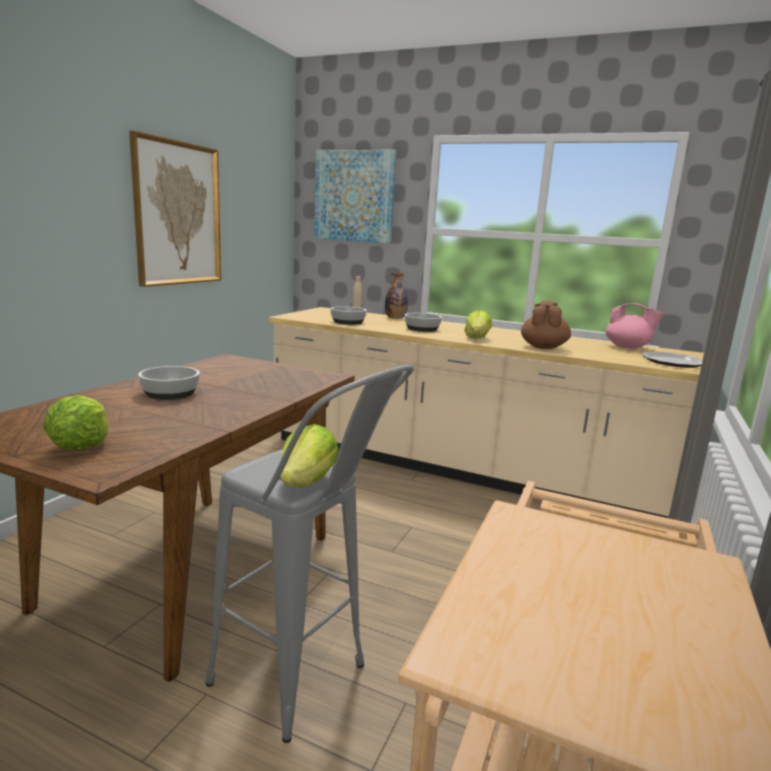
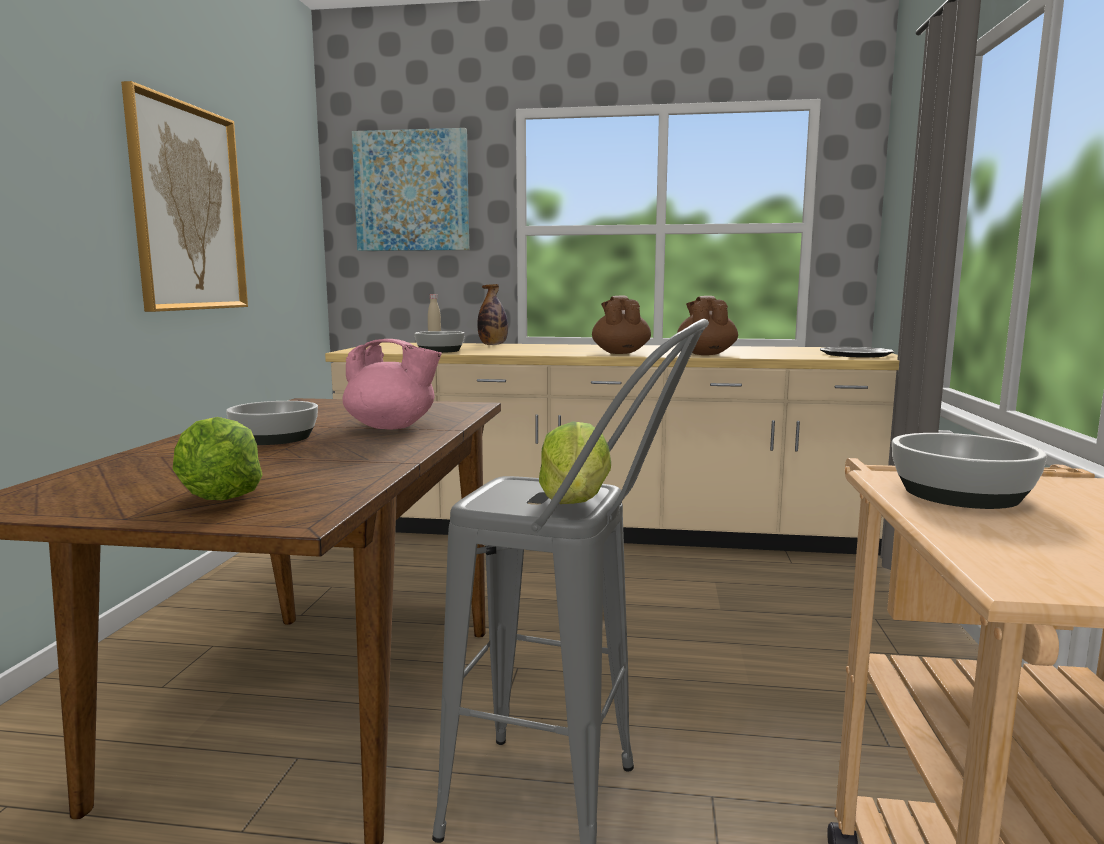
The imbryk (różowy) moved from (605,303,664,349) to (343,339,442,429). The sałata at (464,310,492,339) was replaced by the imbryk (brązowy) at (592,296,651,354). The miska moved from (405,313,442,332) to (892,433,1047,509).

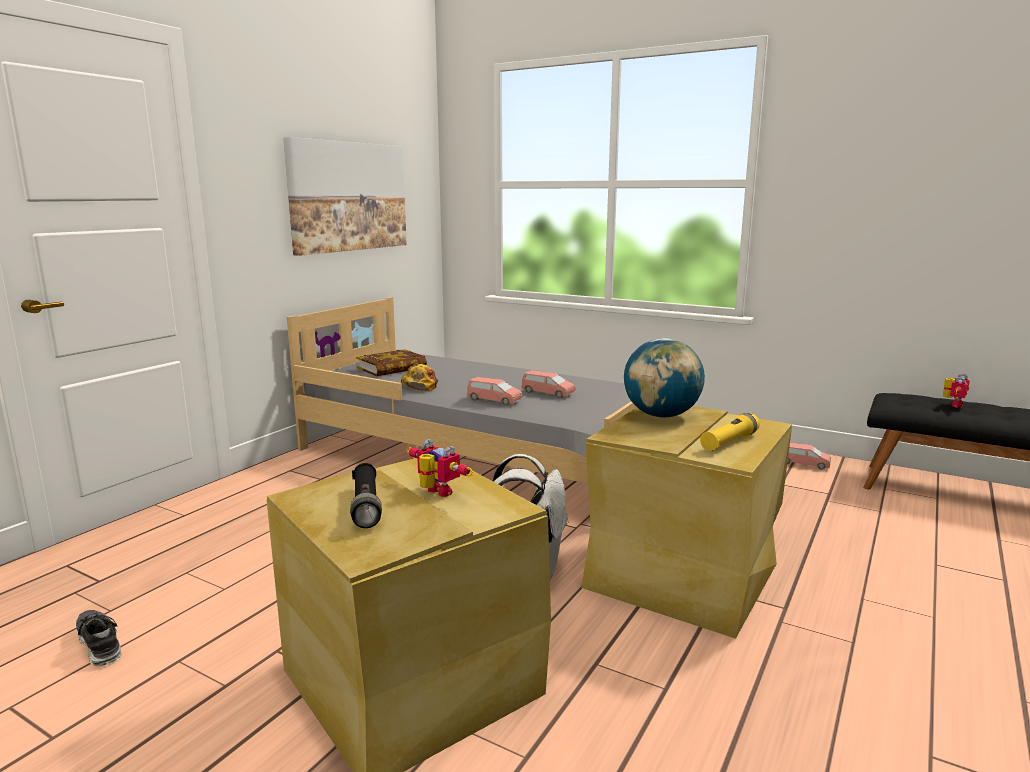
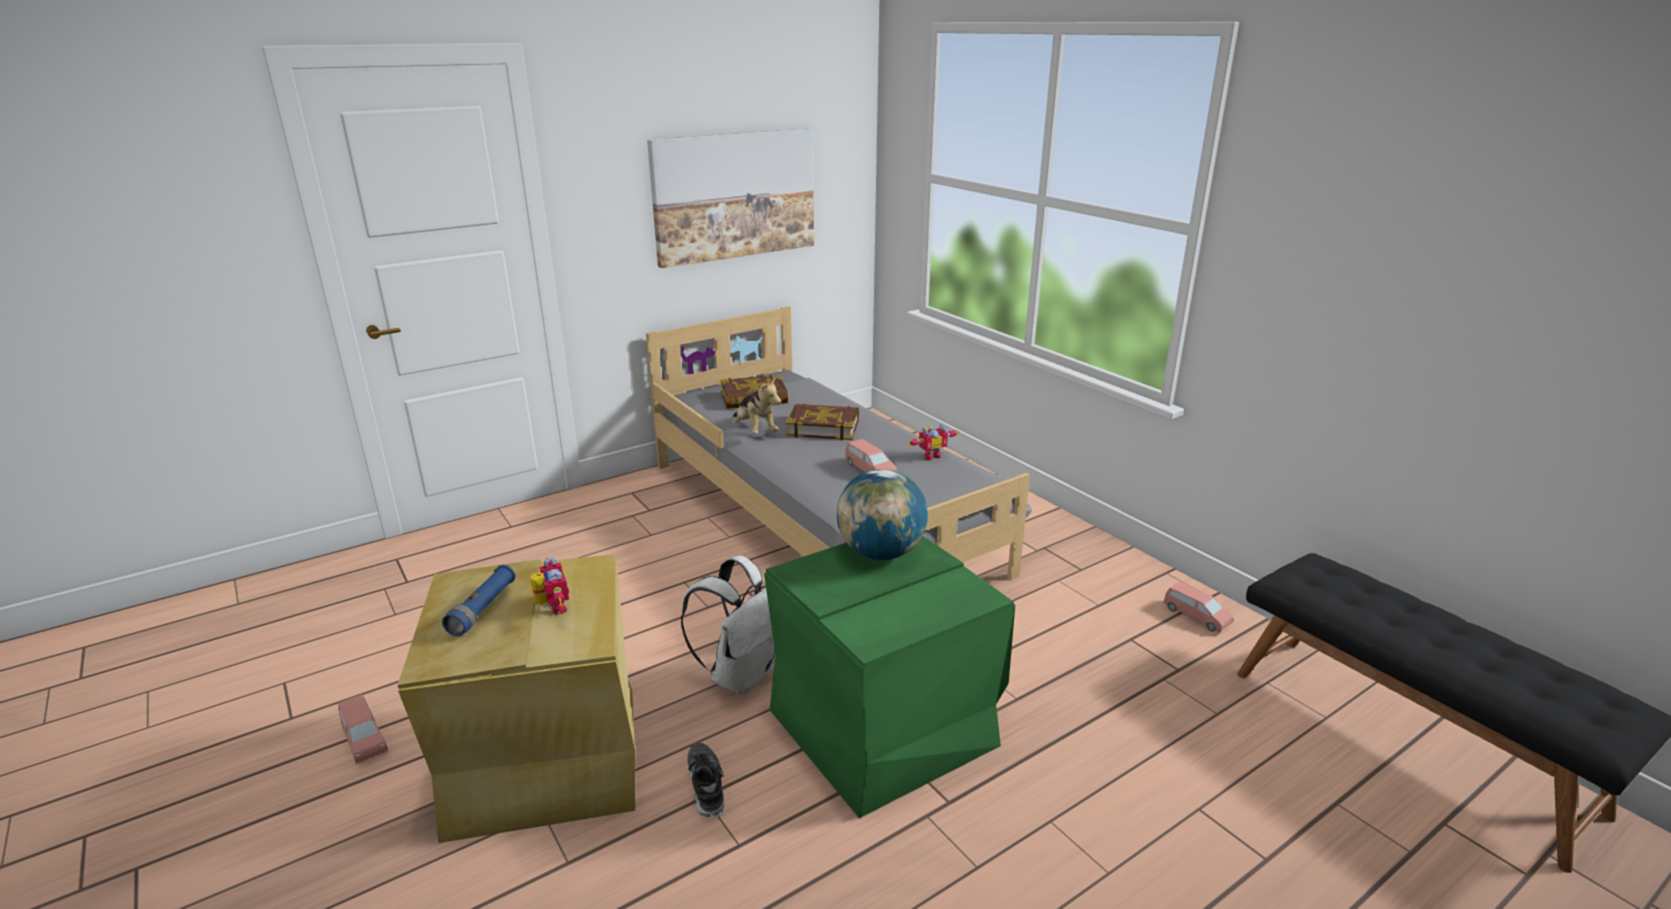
The samochodzik (różowy) moved from (467,377,523,406) to (338,694,388,764). The latarka (czarny) at (350,463,382,528) became the latarka (niebieski) at (442,565,516,636). The but moved from (76,610,122,666) to (687,743,725,818). The czapka z daszkiem at (401,364,438,391) was replaced by the pluszak at (733,377,781,434). The pojemnik do przechowywania (beżowy) at (581,406,792,639) became the pojemnik do przechowywania (zielony) at (764,536,1015,818). The książka at (785,404,859,440) appeared. The robot zabawkowy moved from (943,373,970,408) to (907,424,959,460). The latarka (żółty) at (700,413,760,451) disappeared.

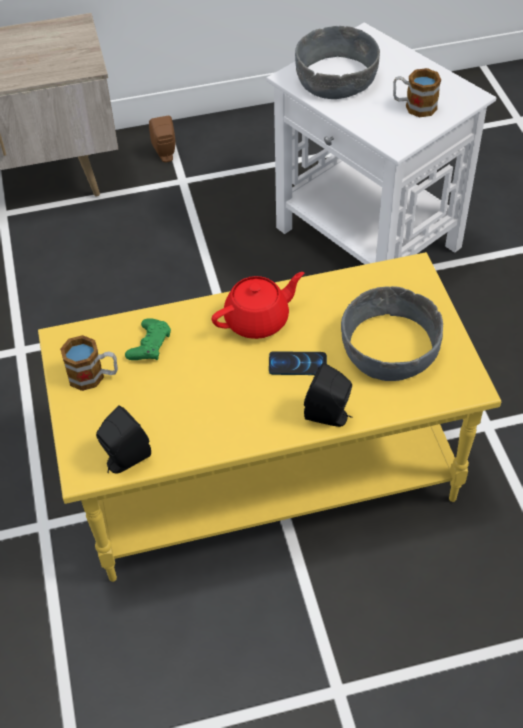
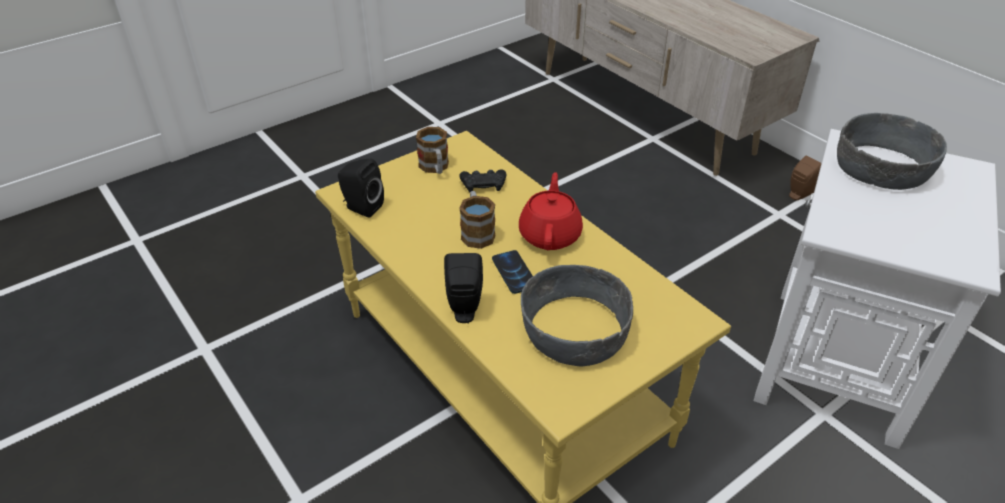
The kubek moved from (393,68,441,117) to (459,191,496,249). The pad do gier (zielony) at (125,318,171,360) became the pad do gier (czarny) at (460,169,506,193). The imbryk (czerwony) at (212,272,304,339) turned 120 degrees counterclockwise.

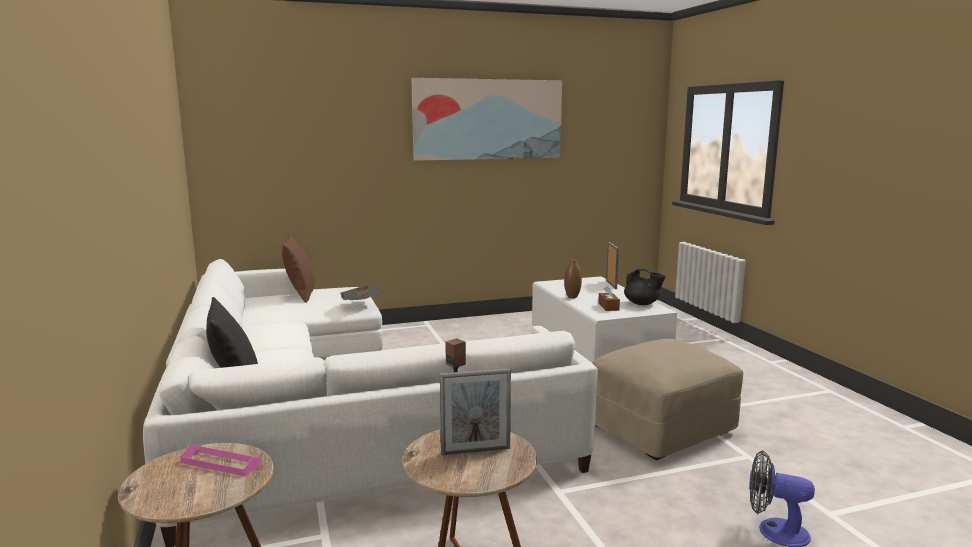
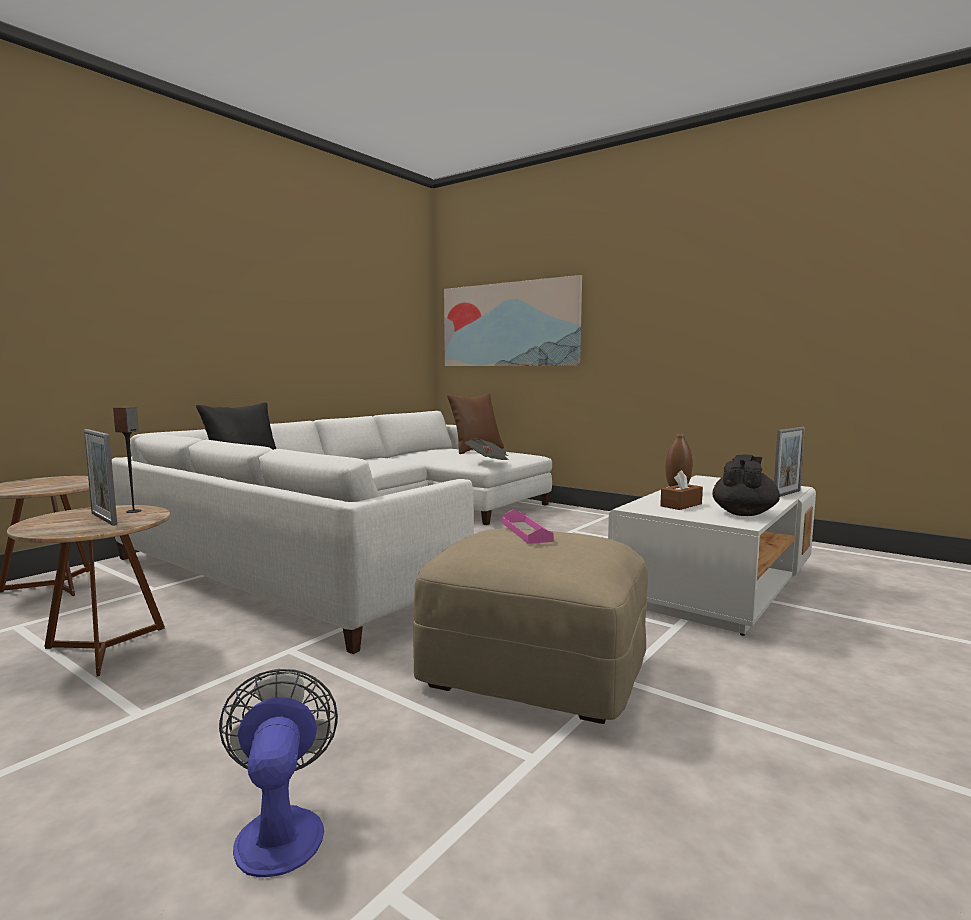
The obraz moved from (411,78,562,161) to (444,275,582,366). The taca (różowy) moved from (180,445,261,476) to (502,509,554,544). The imbryk (czarny) at (624,268,666,305) turned 150 degrees counterclockwise.

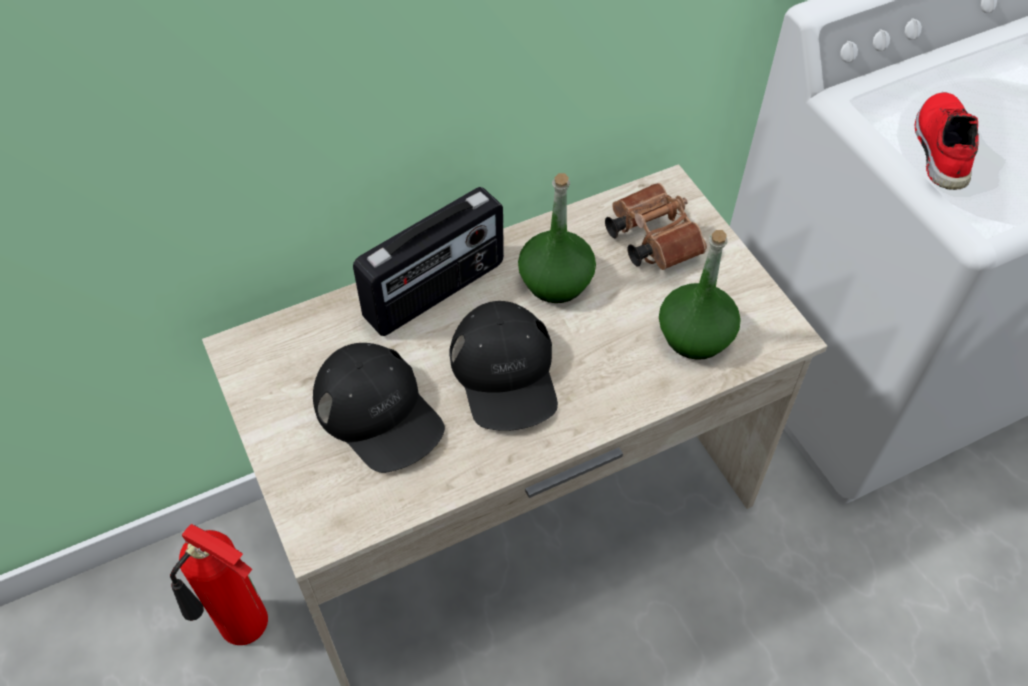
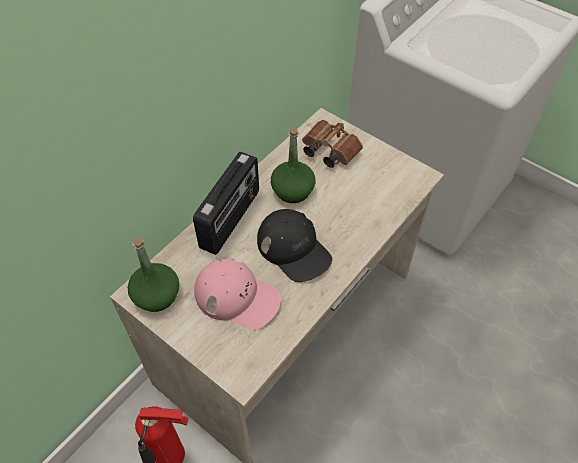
The butelka (zielony) moved from (659,230,741,360) to (128,237,179,312). The czapka z daszkiem (czarny) at (313,343,445,473) became the czapka z daszkiem (różowy) at (194,259,281,329). The but (czerwony) at (915,92,979,190) disappeared.

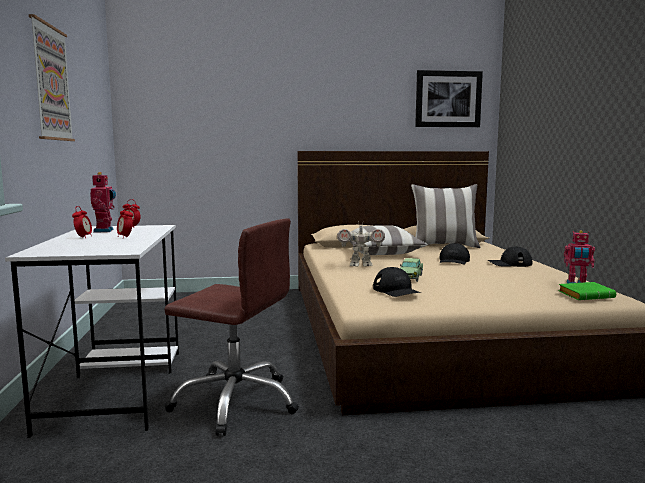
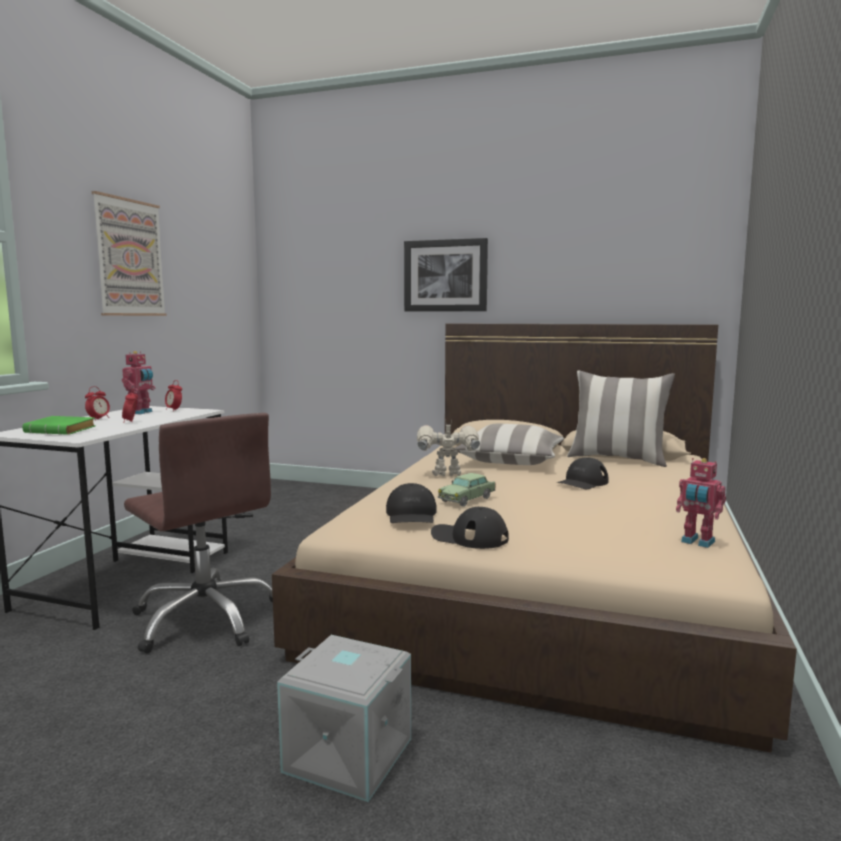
The książka (zielony) moved from (558,282,616,300) to (22,416,96,435). The pojemnik do przechowywania (szary) at (277,635,411,802) appeared. The obraz moved from (415,70,483,127) to (404,238,488,312). The robot zabawkowy at (337,221,385,267) turned 150 degrees clockwise. The czapka z daszkiem (czarny) moved from (488,246,532,267) to (431,507,509,549).

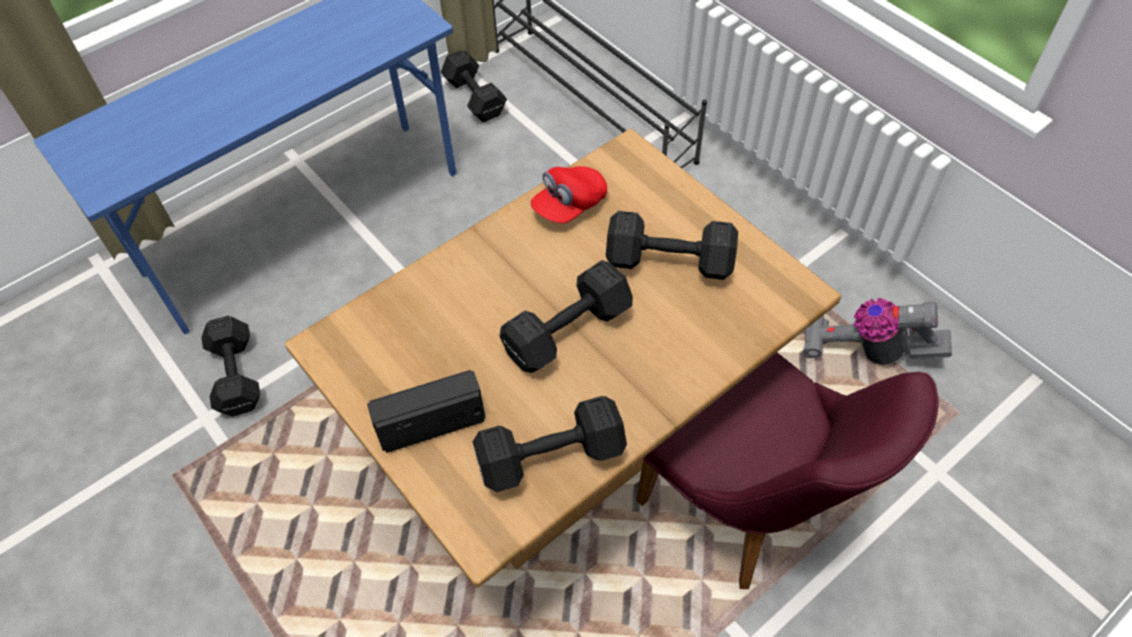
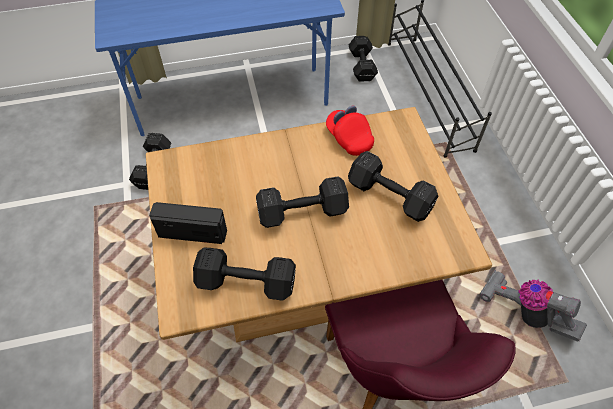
The czapka z daszkiem (czerwony) at (531,166,607,223) turned 75 degrees clockwise.

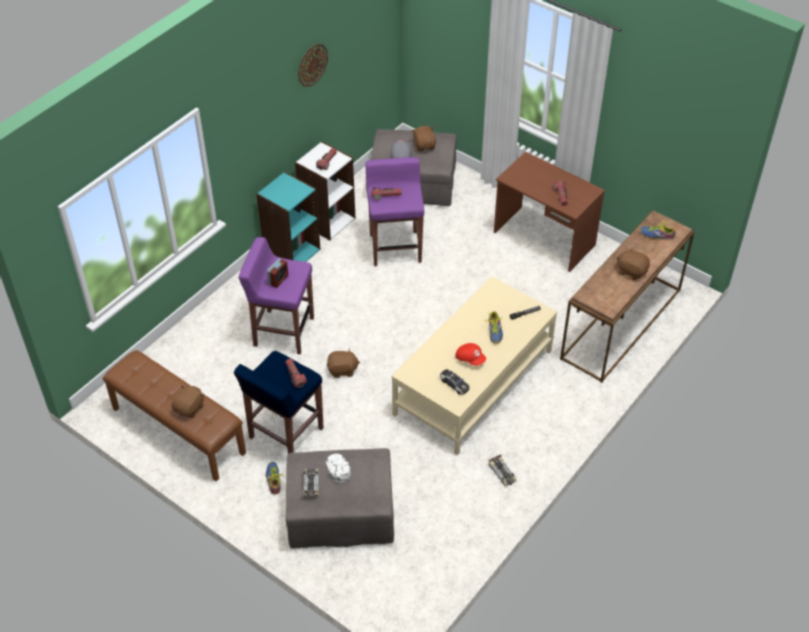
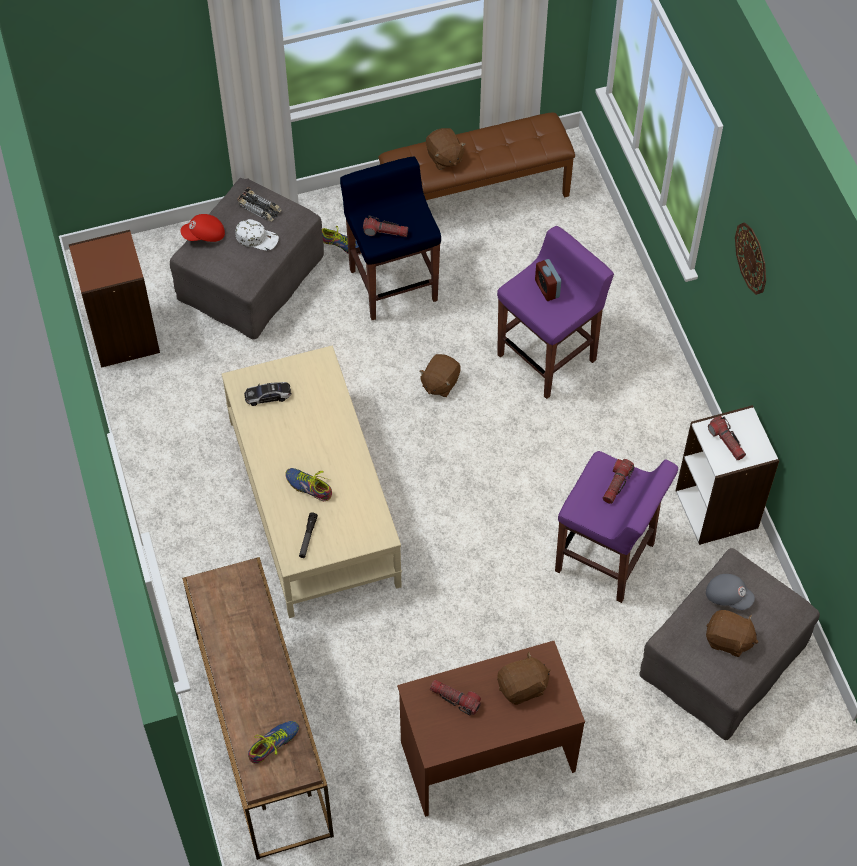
The regał (brązowy) at (69,230,160,368) appeared. The czapka z daszkiem (czerwony) moved from (455,343,486,366) to (180,214,225,242). The pluszak (brązowy) moved from (617,248,650,280) to (497,652,550,705). The zegar ścienny moved from (298,44,328,87) to (735,222,766,295). The regał (turkusowy) at (256,172,321,262) disappeared. The samochodzik at (489,454,517,487) disappeared.

